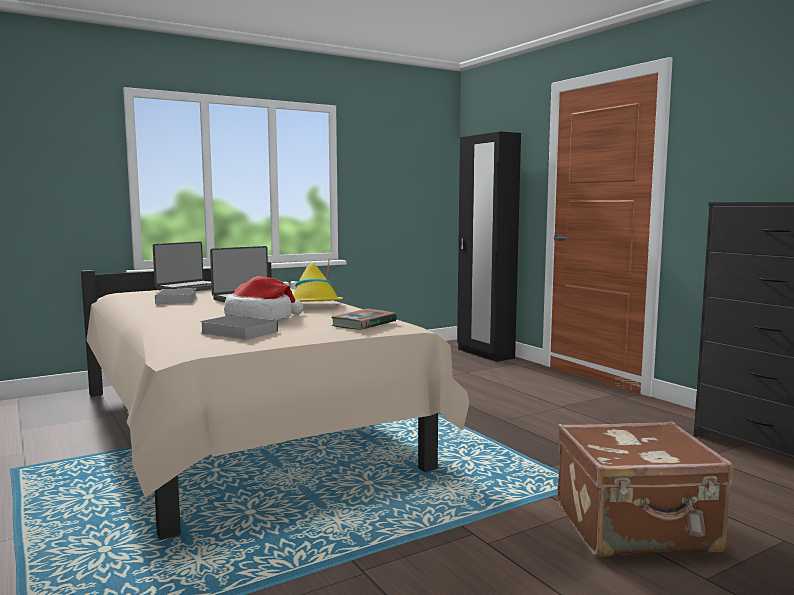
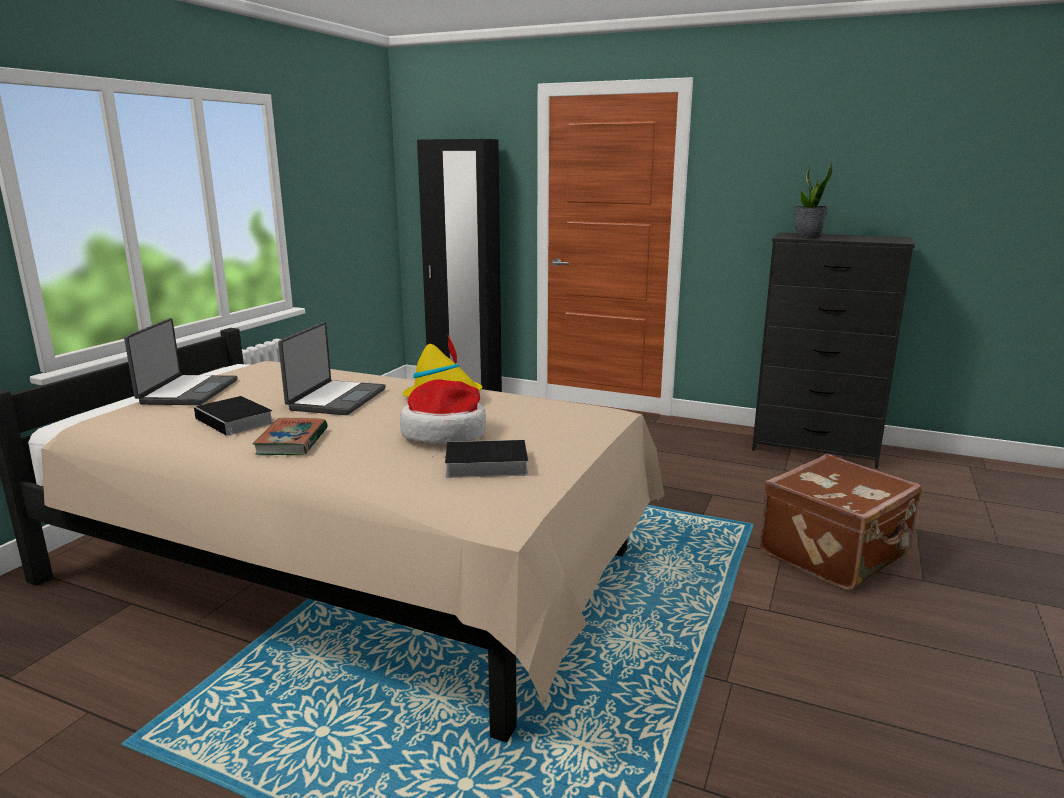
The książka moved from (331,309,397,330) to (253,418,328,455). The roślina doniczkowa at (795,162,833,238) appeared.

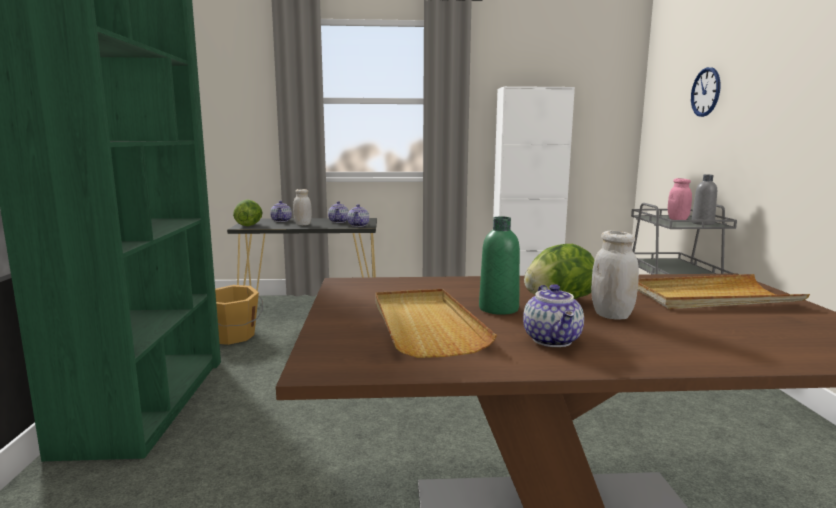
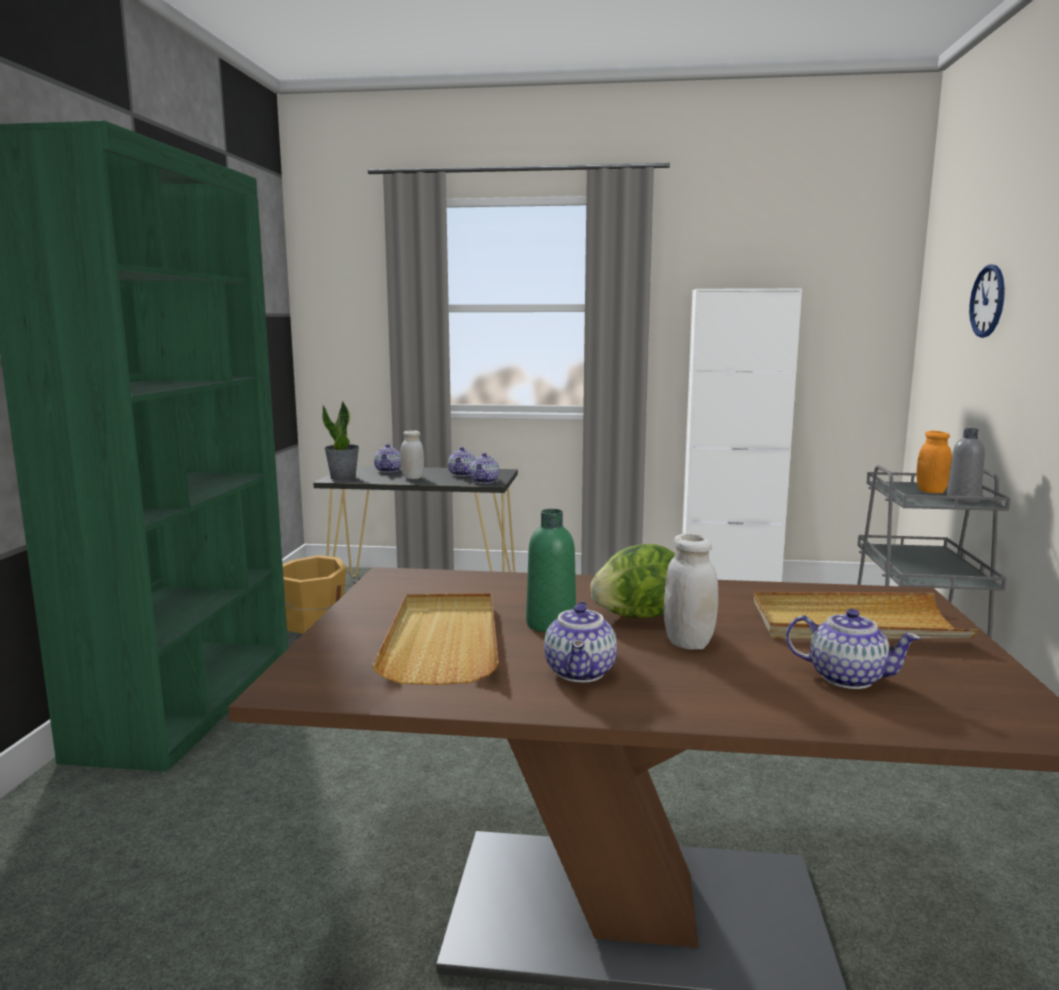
The sałata at (233,199,263,226) was replaced by the roślina doniczkowa at (322,401,359,480). The imbryk at (786,609,921,689) appeared. The słoik (różowy) at (668,178,692,220) became the słoik (pomarańczowy) at (916,431,952,493).

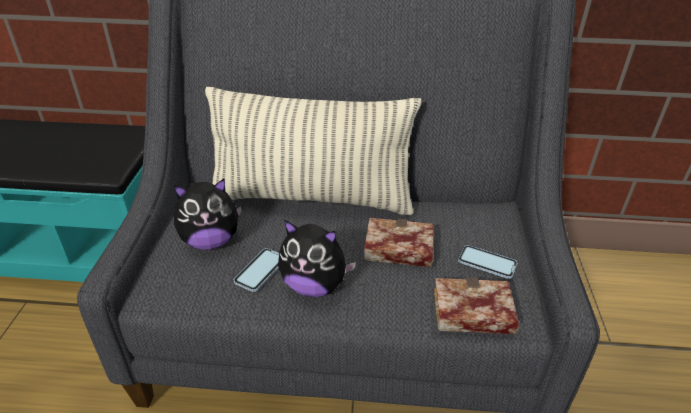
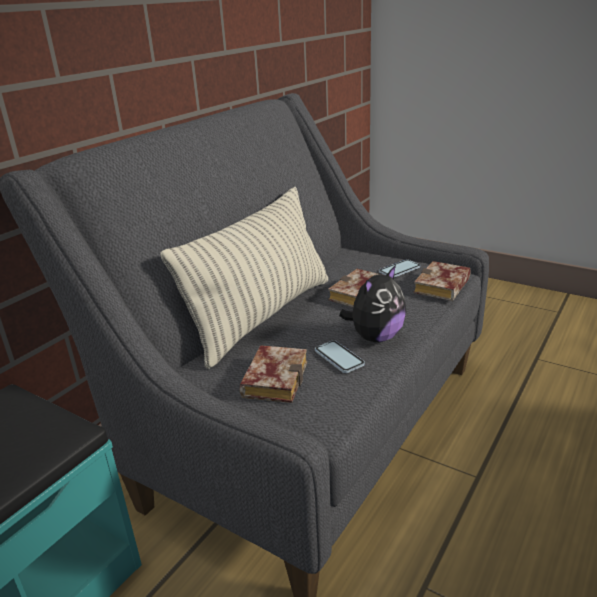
The pluszak at (174,179,242,250) was replaced by the książka at (240,345,307,403).

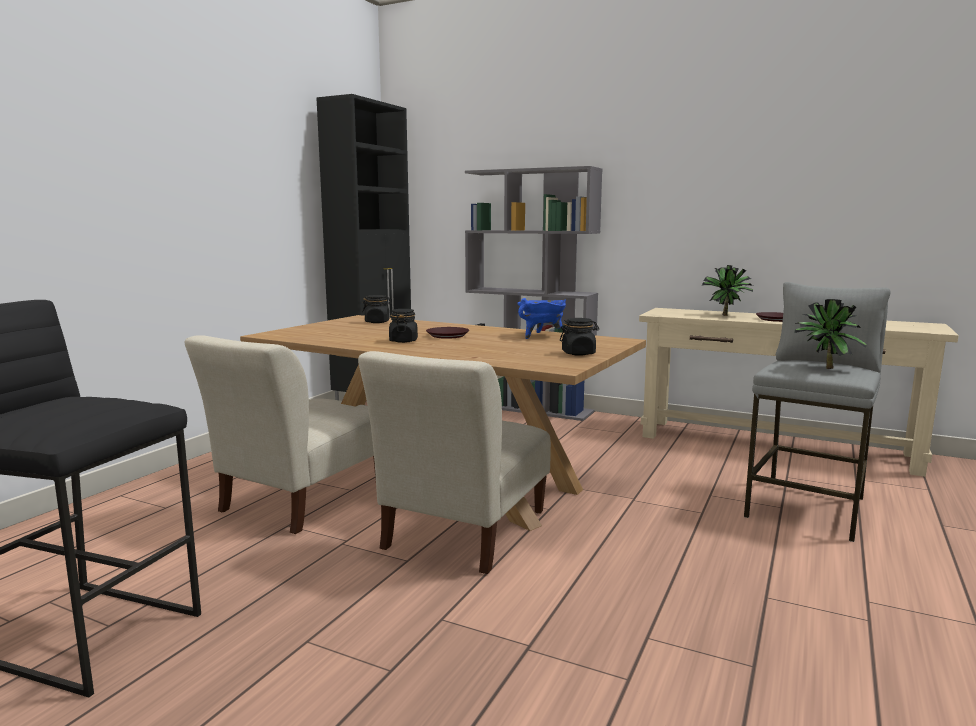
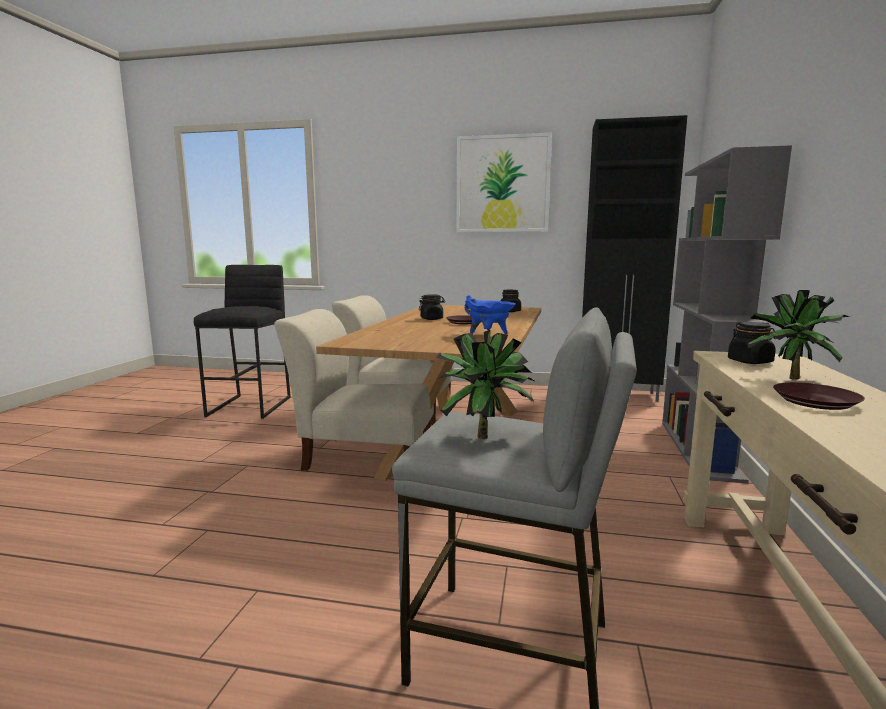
The obraz at (456,133,552,232) appeared. The słoik (czarny) moved from (560,318,599,356) to (728,322,777,364).

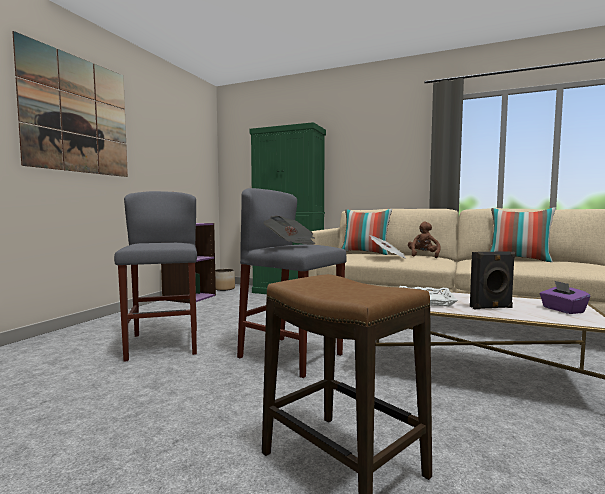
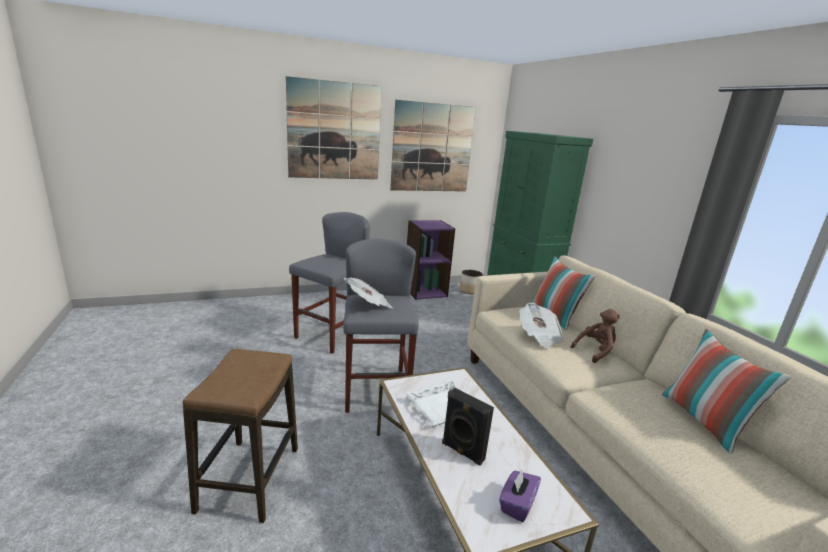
The obraz at (390,100,476,191) appeared.

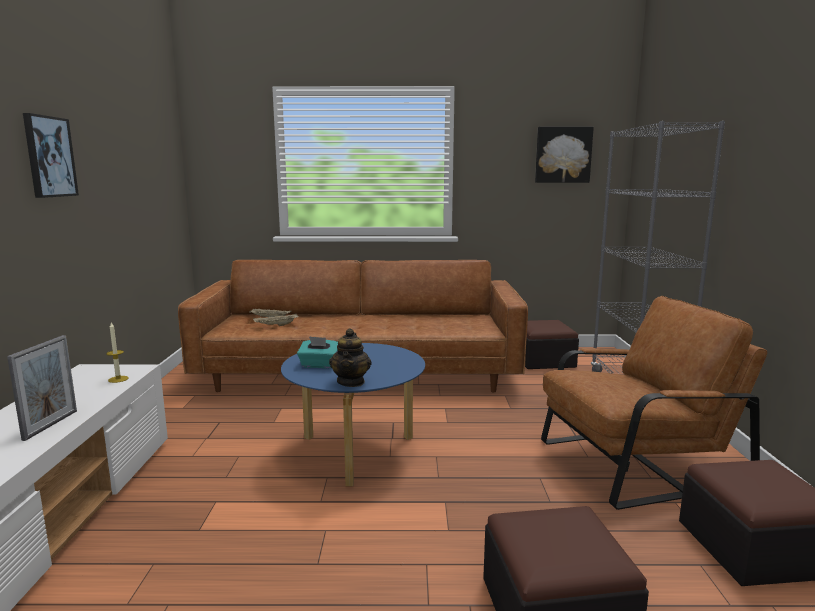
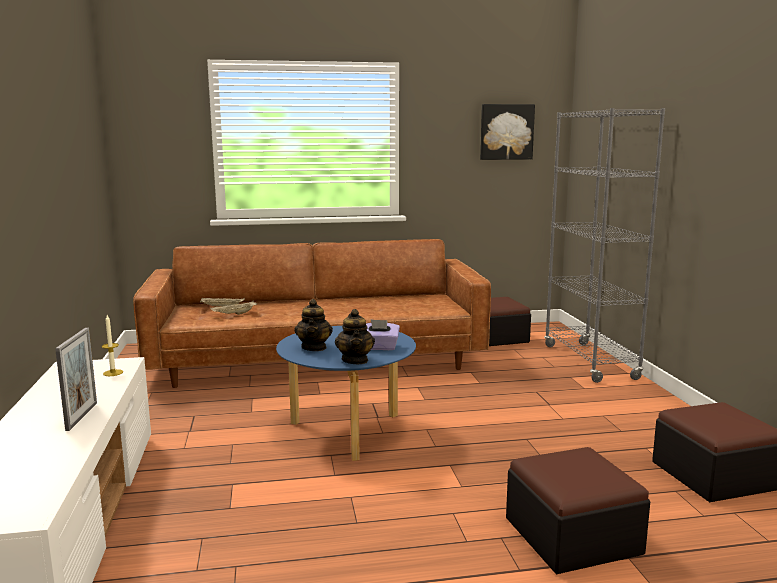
The pudełko chusteczek (turkusowy) at (297,336,338,368) was replaced by the imbryk at (294,299,333,351). The pudełko chusteczek (fioletowy) at (366,319,400,350) appeared. The obraz at (23,113,79,198) disappeared. The fotel (brązowy) at (541,296,767,510) disappeared.

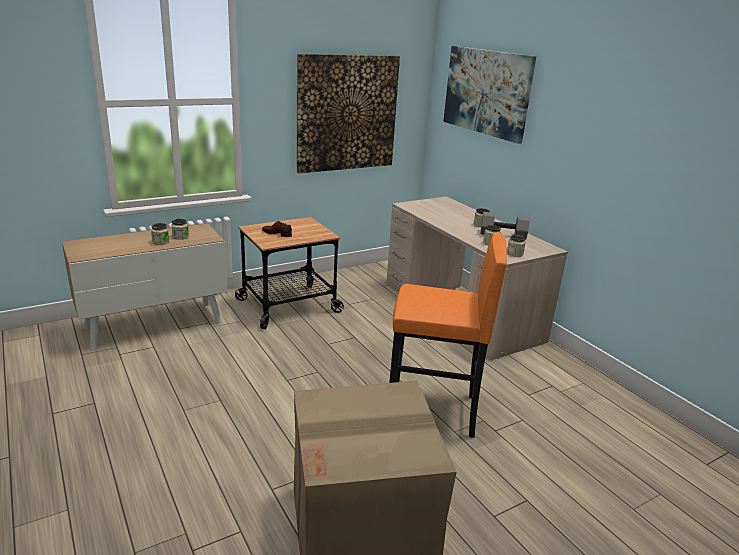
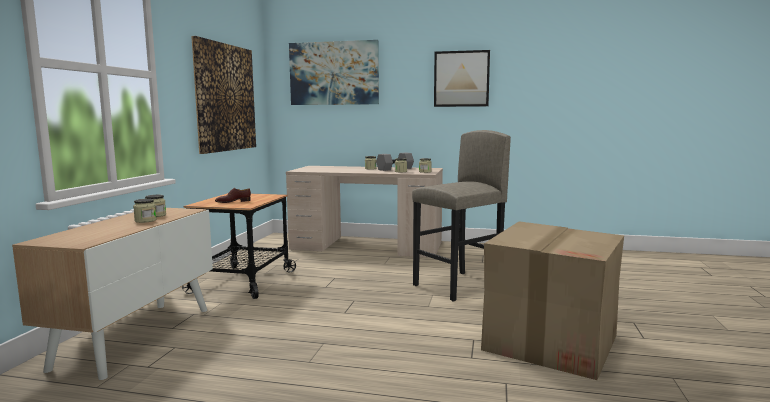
The stołek (pomarańczowy) at (389,233,507,438) became the stołek (szary) at (412,130,511,301). The obraz at (434,50,490,107) appeared.

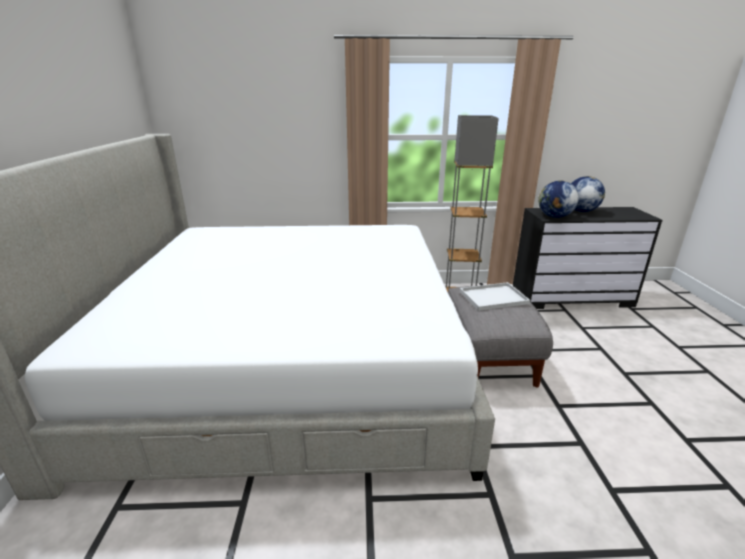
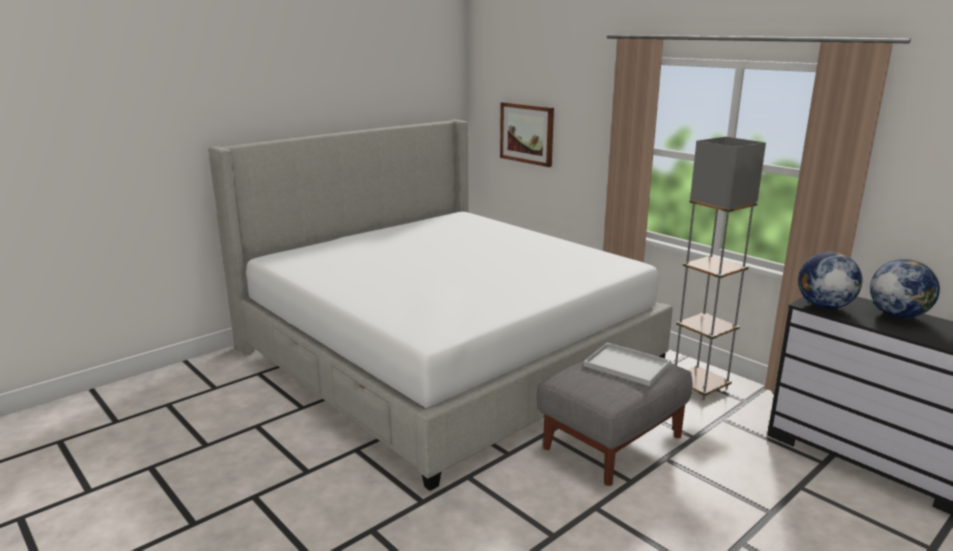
The obraz at (500,102,554,167) appeared.

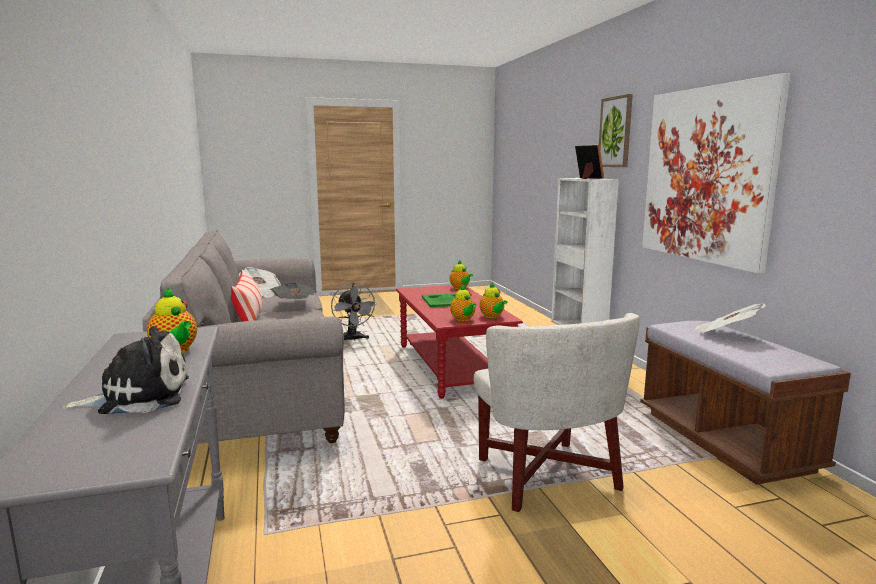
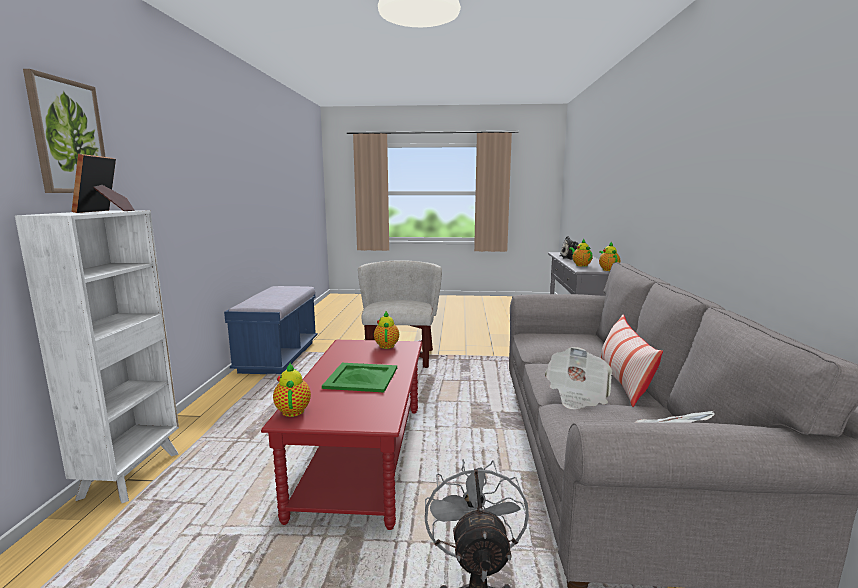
The ławka (brązowy) at (640,321,851,485) became the ławka (niebieski) at (224,286,318,374). The imbryk moved from (479,282,507,318) to (599,242,620,271). The obraz at (642,73,791,274) disappeared. The gazeta at (695,304,766,333) disappeared.

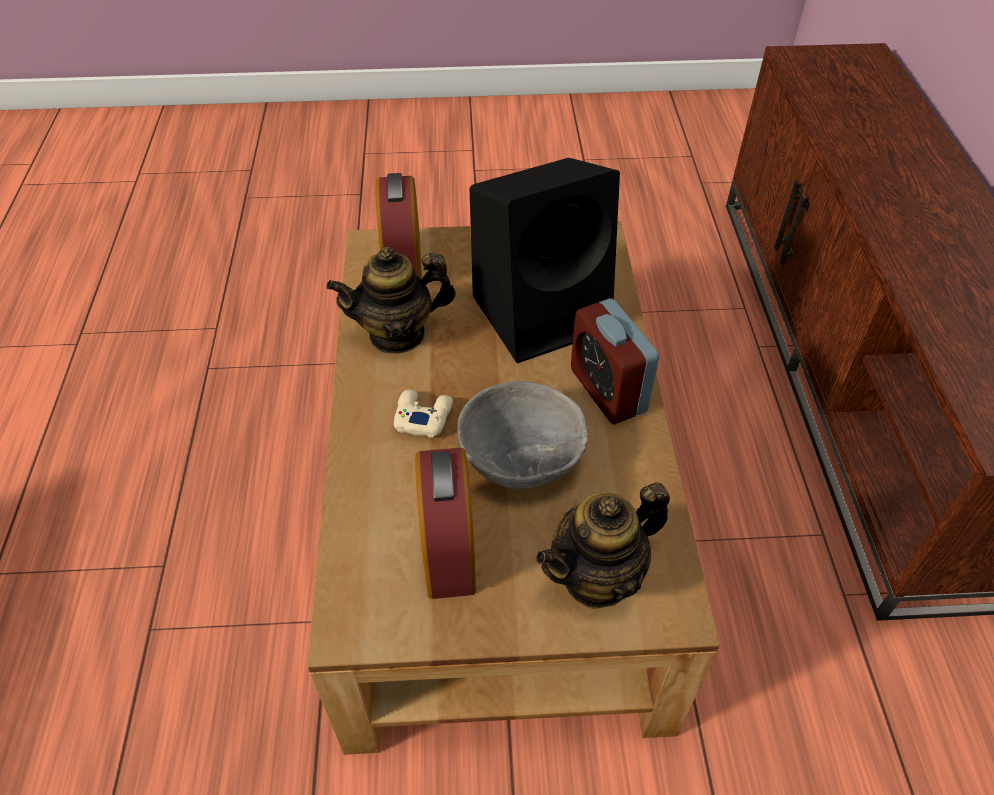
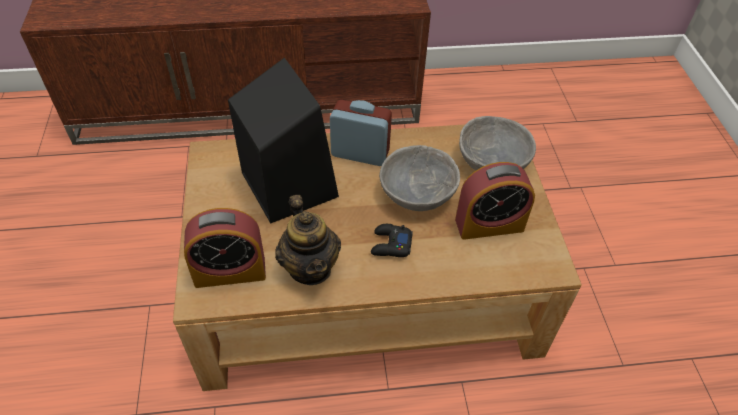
The budzik at (571,298,659,424) turned 135 degrees counterclockwise. The pad do gier (beżowy) at (394,390,453,438) became the pad do gier (czarny) at (371,224,413,257). The imbryk at (536,482,670,609) was replaced by the miska (szary) at (459,116,536,170).

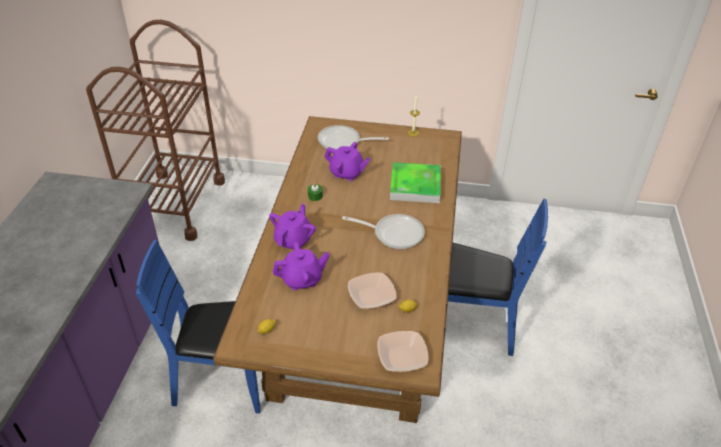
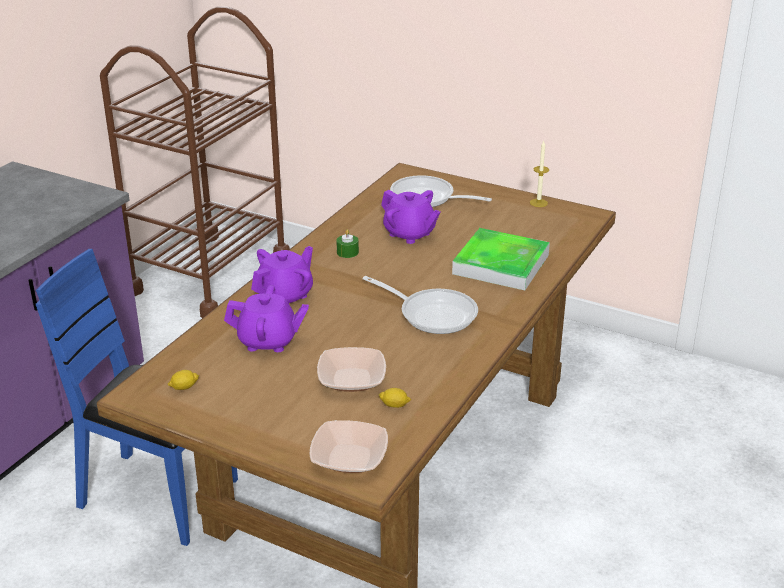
The krzesło (niebieski) at (448,199,548,356) disappeared.

